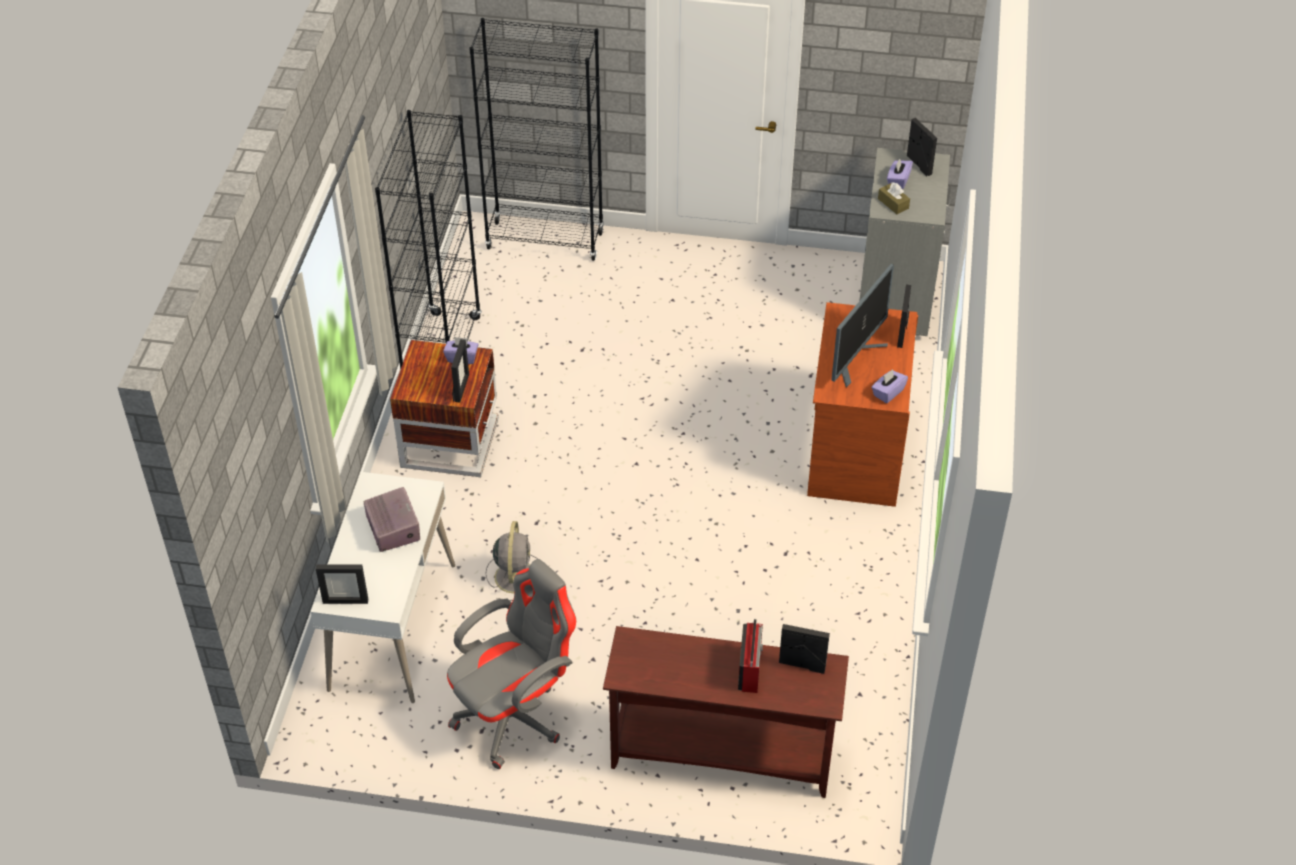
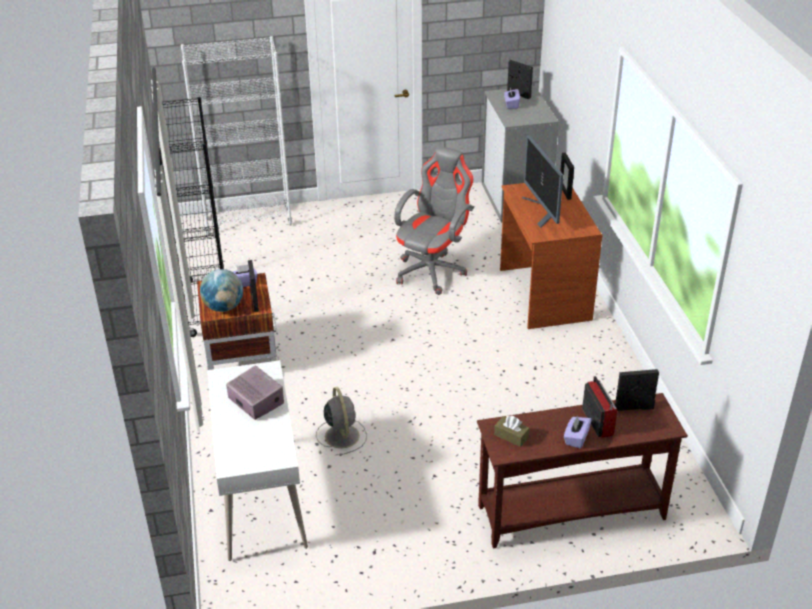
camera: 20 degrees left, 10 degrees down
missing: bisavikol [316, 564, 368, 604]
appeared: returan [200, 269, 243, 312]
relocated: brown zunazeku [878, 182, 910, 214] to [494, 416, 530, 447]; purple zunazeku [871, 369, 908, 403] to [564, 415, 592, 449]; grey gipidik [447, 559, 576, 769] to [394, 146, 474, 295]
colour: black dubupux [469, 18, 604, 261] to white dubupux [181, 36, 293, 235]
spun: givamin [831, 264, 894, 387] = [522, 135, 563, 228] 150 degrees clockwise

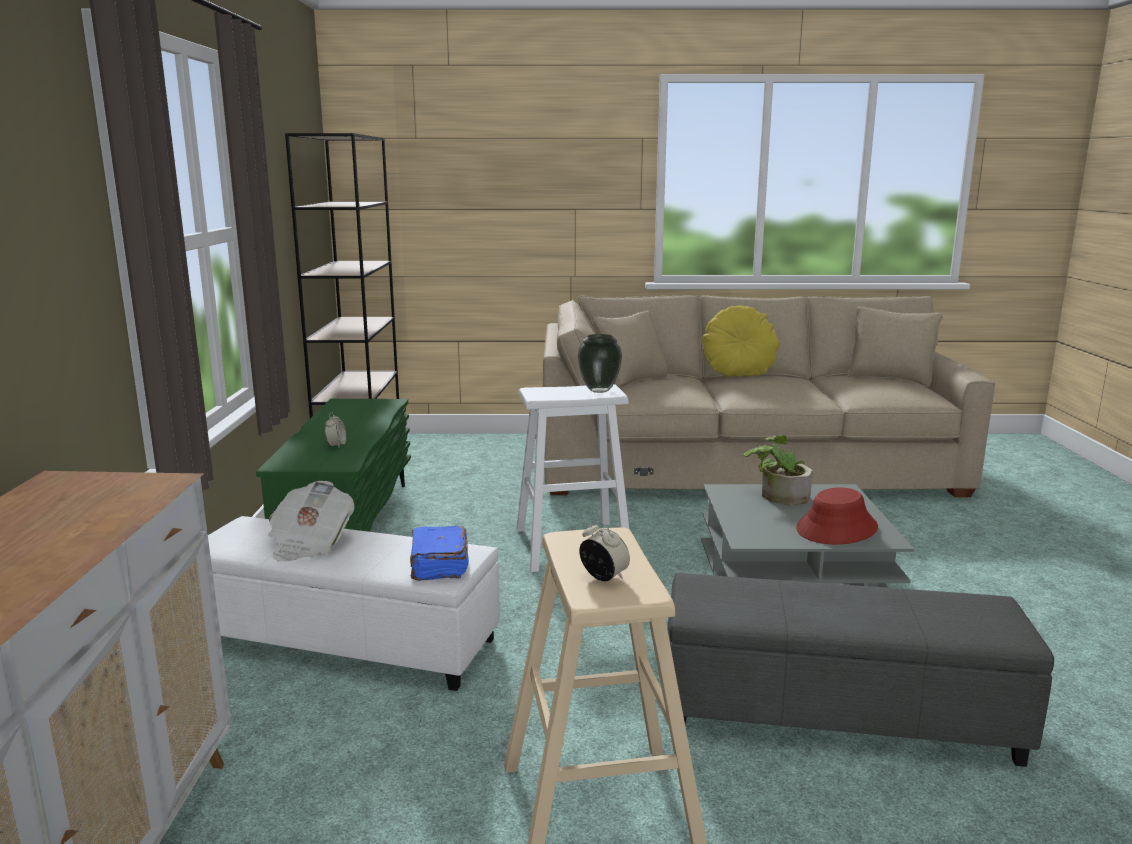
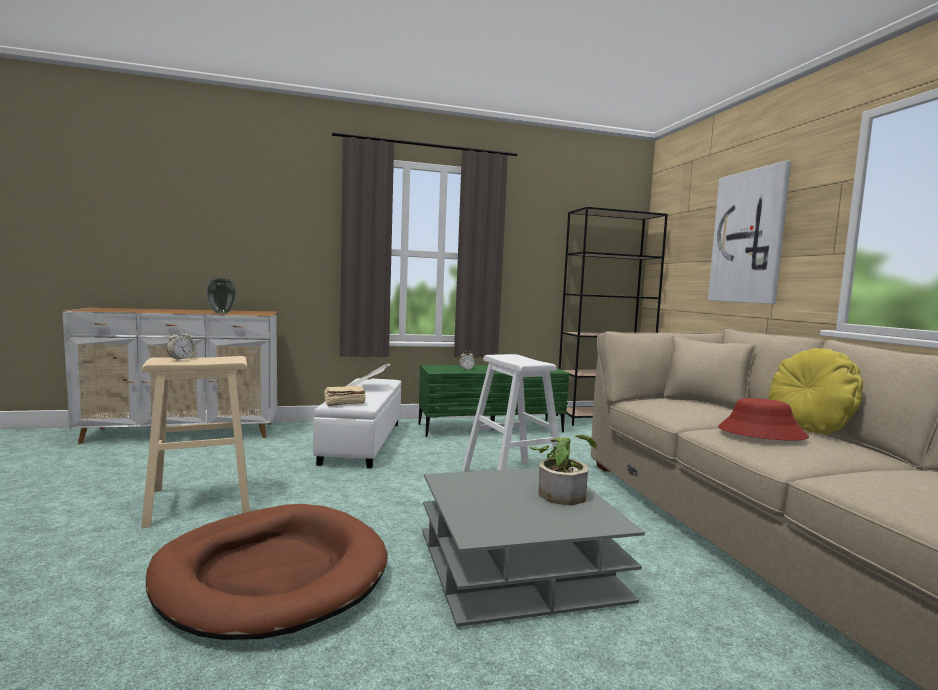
camera: 75 degrees right, 10 degrees down
appeared: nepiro [708, 160, 791, 304]
relocated: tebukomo [578, 334, 622, 393] to [206, 278, 237, 314]; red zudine [796, 487, 878, 544] to [718, 398, 809, 441]
exchanged: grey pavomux [667, 573, 1054, 767] to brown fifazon [146, 504, 388, 640]
colour: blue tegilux [410, 526, 469, 581] to beige tegilux [324, 386, 366, 406]

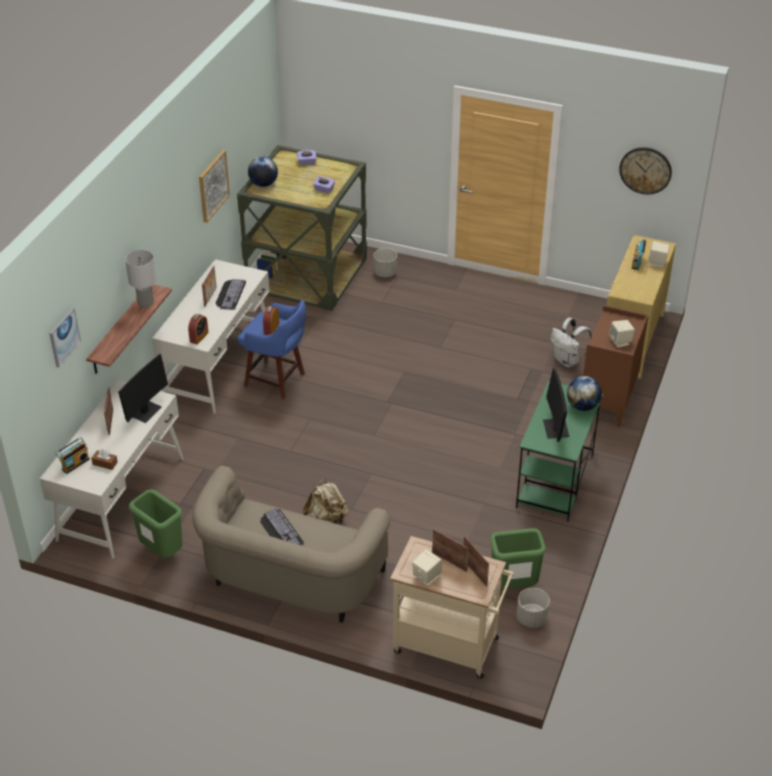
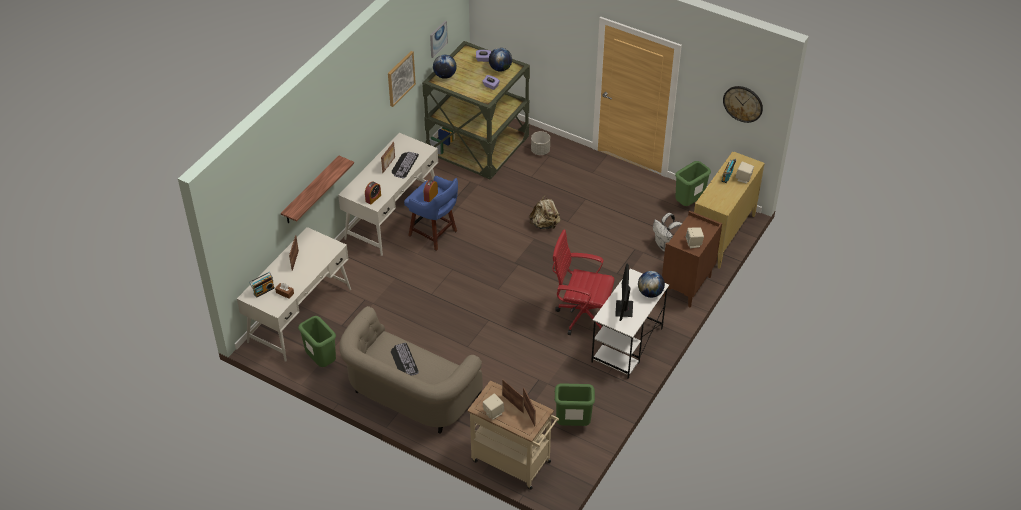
camera: 10 degrees right, 5 degrees up
missing: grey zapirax [125, 250, 157, 308]; givamin [118, 354, 168, 423]; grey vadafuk [517, 588, 550, 628]
appeared: returan [489, 48, 512, 71]; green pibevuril [675, 161, 711, 206]; red gipidik [552, 229, 615, 335]
relocated: nepiro [49, 308, 81, 367] to [430, 21, 448, 58]; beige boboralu [303, 478, 349, 524] to [529, 195, 560, 229]
colour: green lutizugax [516, 381, 603, 522] to white lutizugax [591, 268, 669, 379]

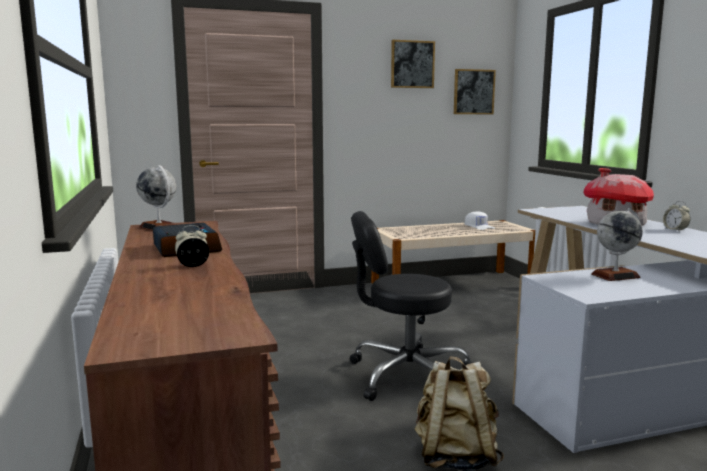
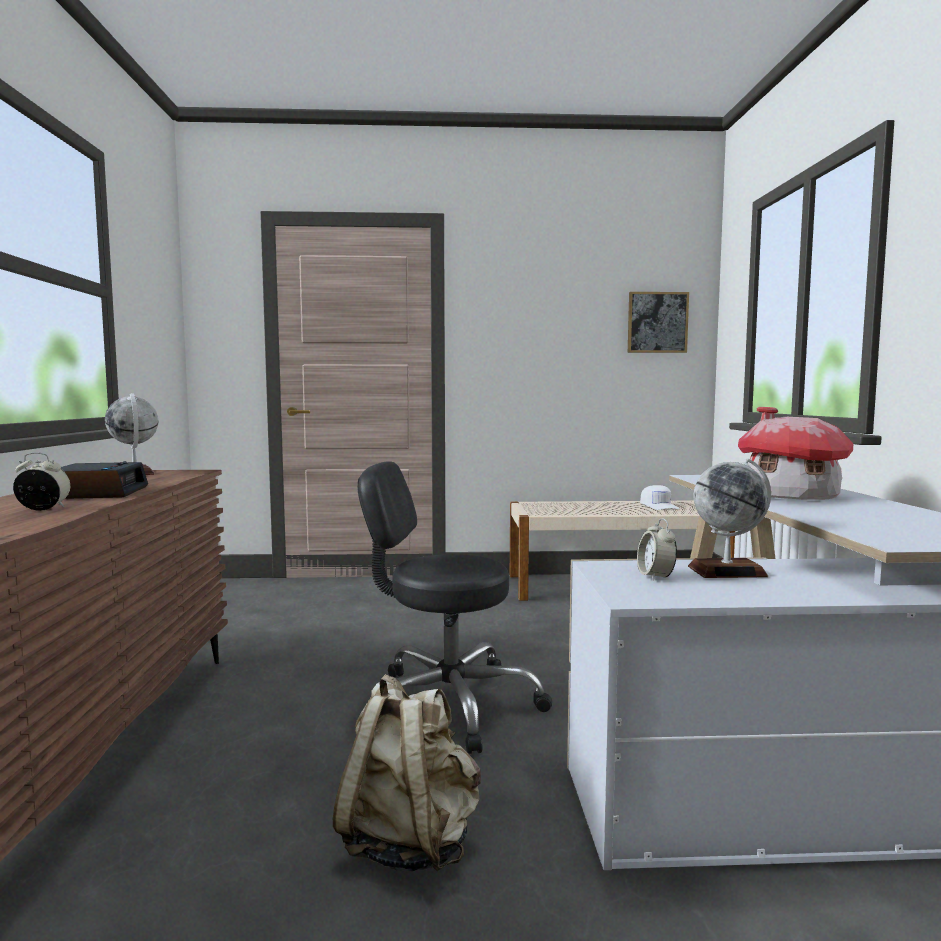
camera: 15 degrees right, 5 degrees down
missing: nepiro [391, 40, 435, 88]
relocated: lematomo [663, 201, 691, 231] to [637, 519, 677, 581]

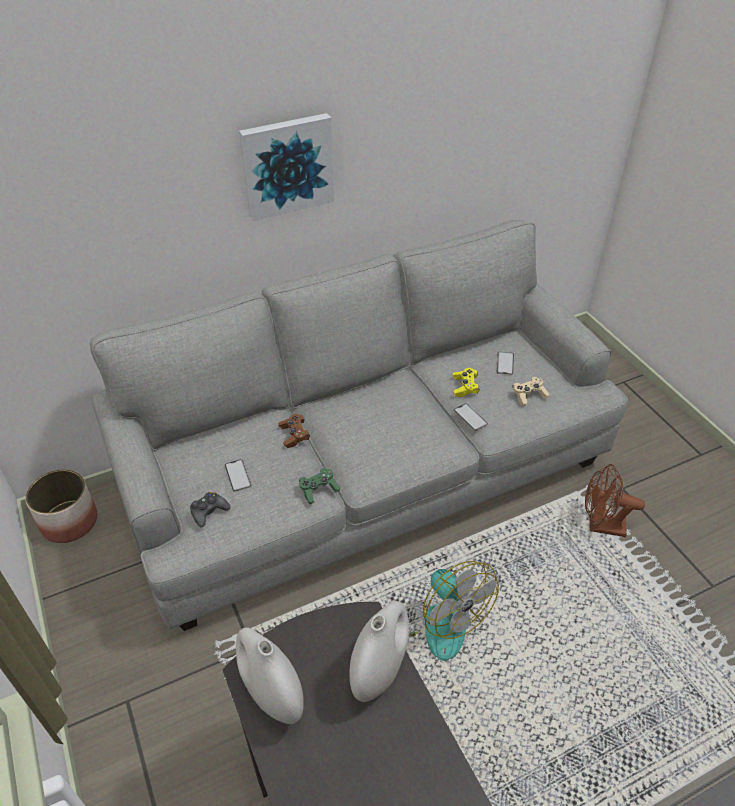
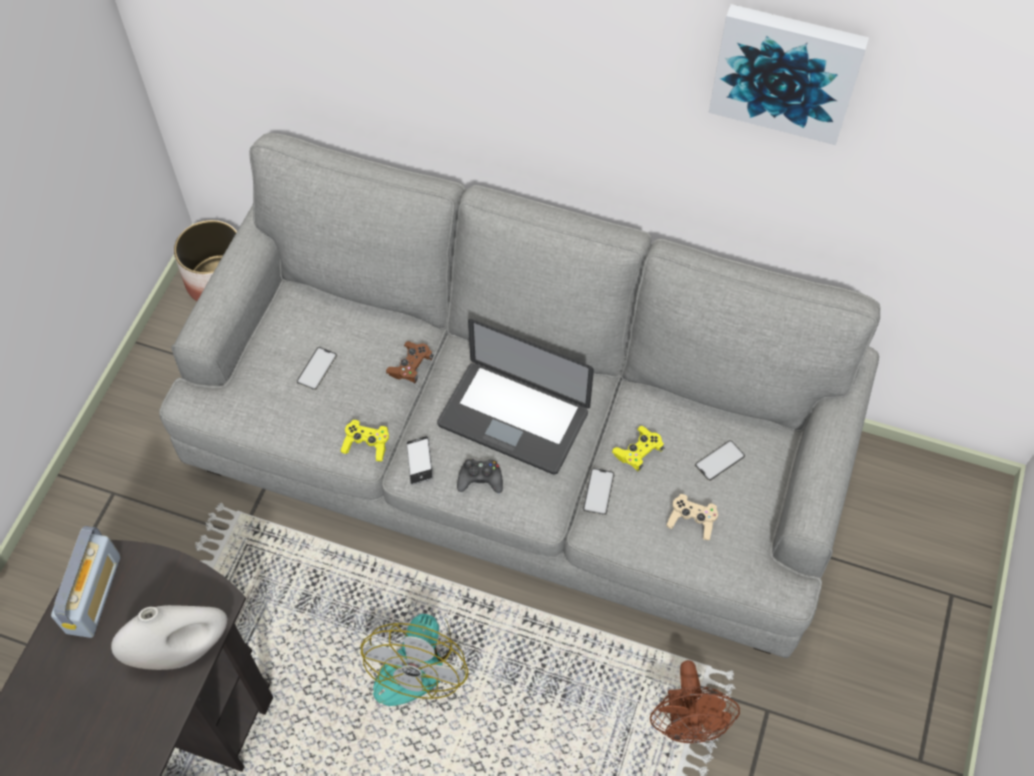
camera: 45 degrees right, 15 degrees up
appeared: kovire [437, 319, 594, 474]; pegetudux [406, 436, 433, 485]
relocated: nepiro [239, 113, 334, 221] to [709, 4, 869, 145]; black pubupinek [190, 492, 231, 528] to [457, 459, 503, 493]
exchanged: white tebukomo [236, 627, 304, 724] to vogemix [51, 526, 121, 638]
colour: green pubupinek [299, 468, 340, 504] to yellow pubupinek [340, 420, 389, 462]
spun: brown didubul [585, 464, 645, 537] = [650, 660, 740, 743] 150 degrees counterclockwise

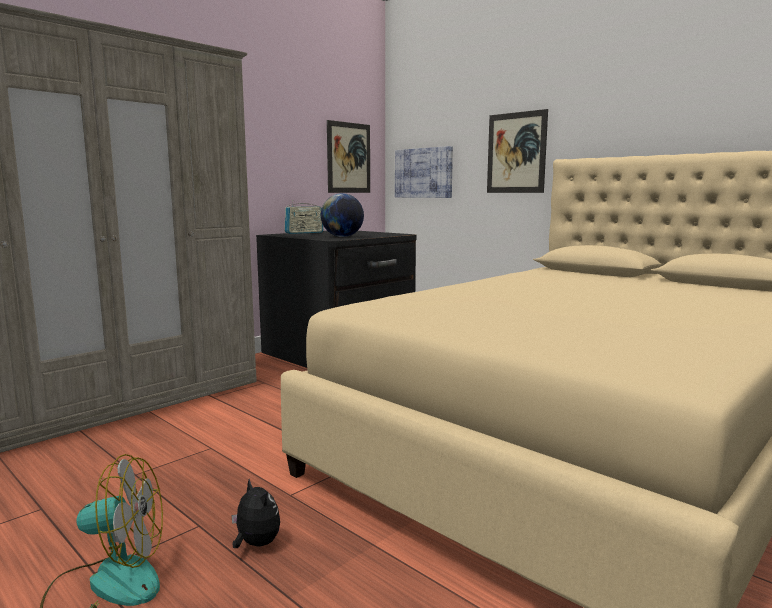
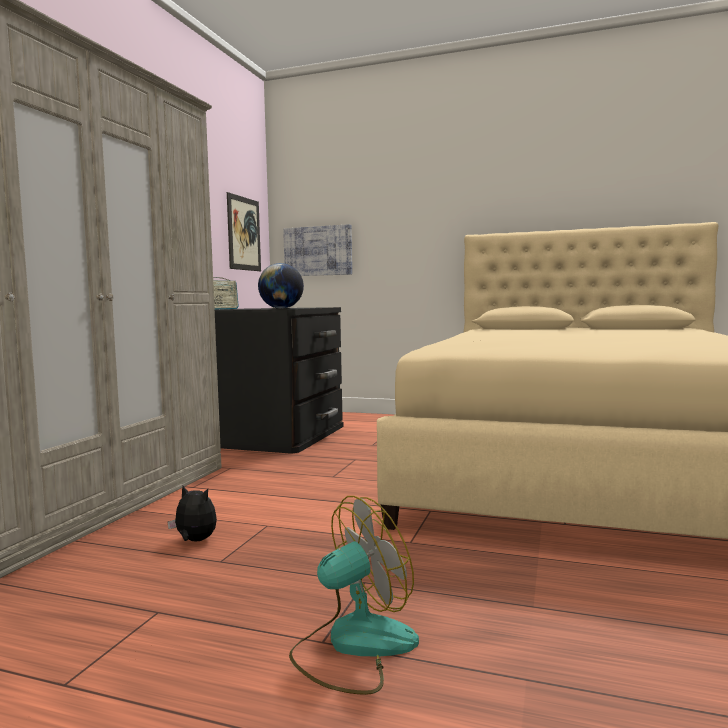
camera: 25 degrees left, 5 degrees down
missing: nepiro [487, 109, 548, 193]
relocated: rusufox [231, 479, 280, 548] to [167, 486, 217, 541]

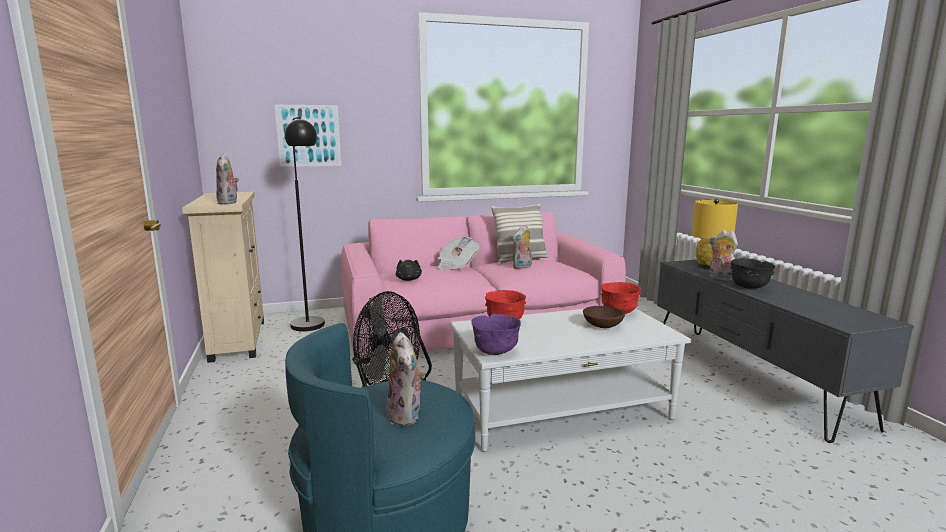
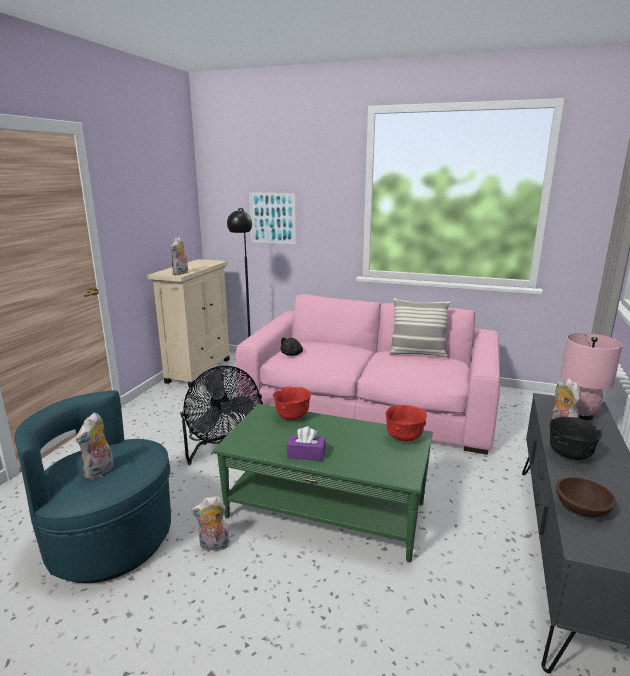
camera: 35 degrees right, 5 degrees up
missing: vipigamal [438, 237, 480, 270]; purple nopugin [471, 314, 521, 355]
appeared: purple zunazeku [287, 426, 326, 461]
relocated: rusufox [513, 225, 532, 269] to [191, 496, 231, 551]; brown nopugin [583, 306, 625, 328] to [556, 477, 616, 517]
colour: yellow zapirax [692, 199, 738, 270] to pink zapirax [560, 333, 623, 420]; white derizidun [451, 308, 691, 452] to green derizidun [212, 404, 433, 562]

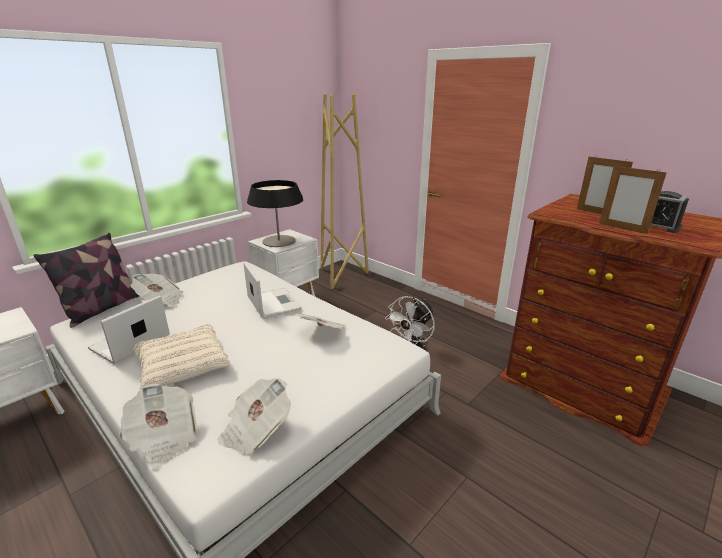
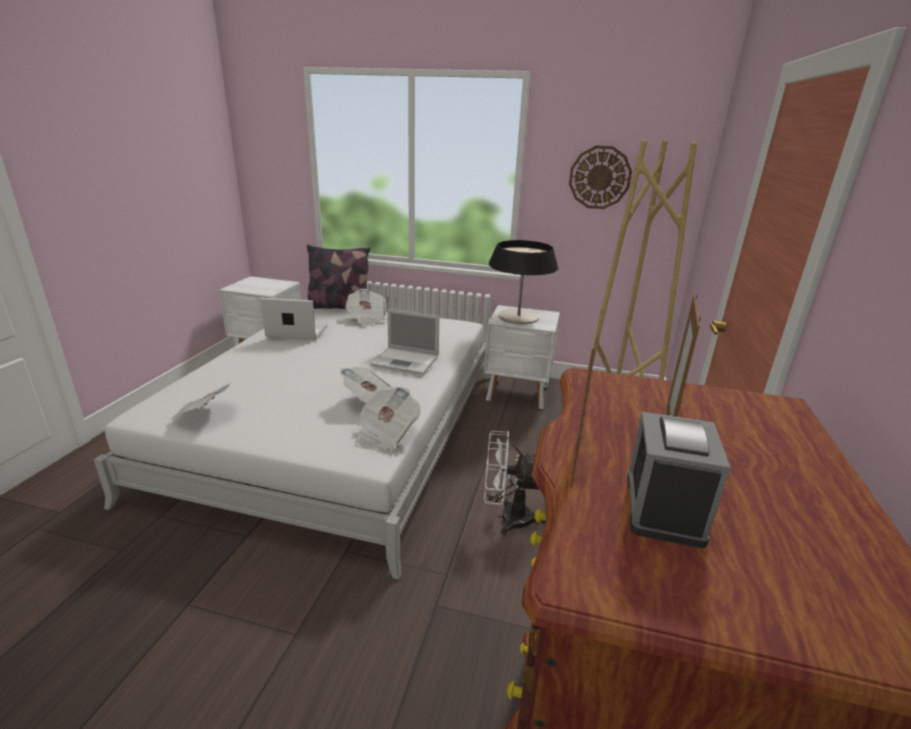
camera: 60 degrees right, 0 degrees up
missing: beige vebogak [133, 324, 230, 390]
appeared: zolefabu [569, 145, 632, 209]
relocated: vipigamal [119, 383, 197, 468] to [355, 387, 420, 450]
spun: kovire [243, 262, 302, 319] = [370, 309, 440, 375] 75 degrees clockwise

